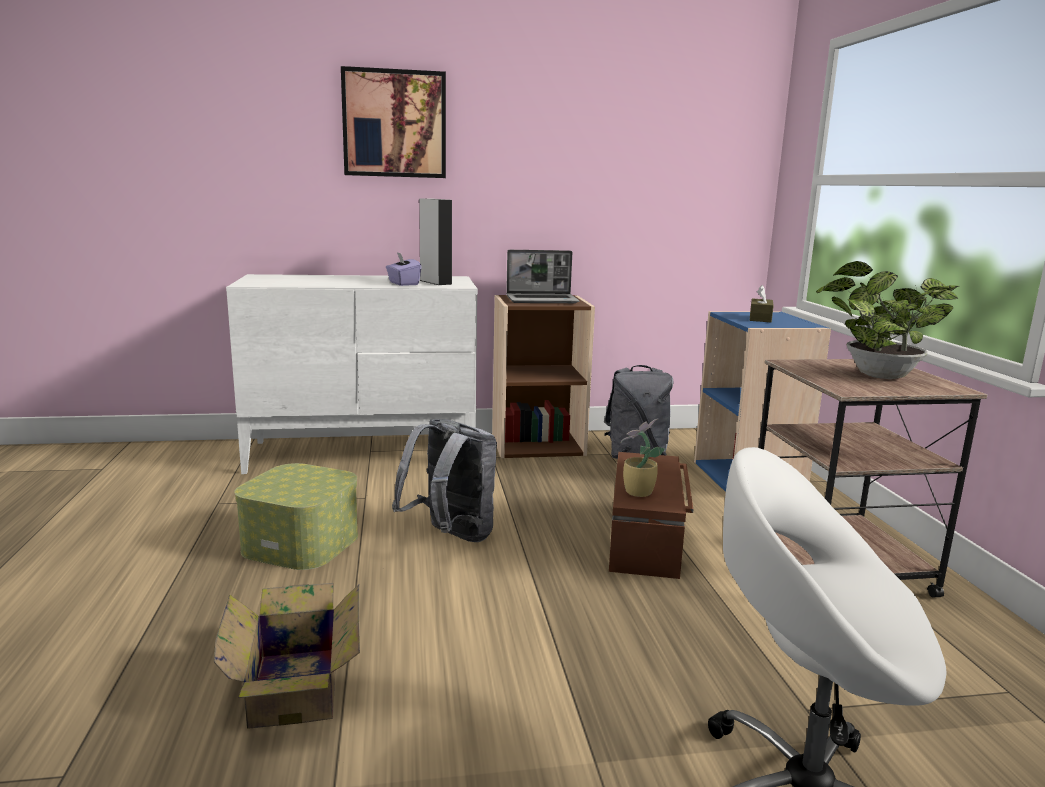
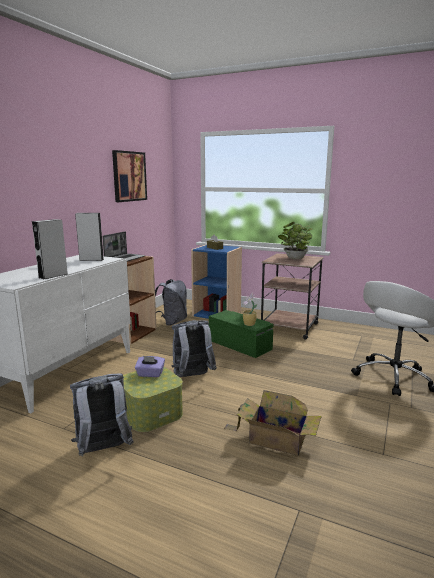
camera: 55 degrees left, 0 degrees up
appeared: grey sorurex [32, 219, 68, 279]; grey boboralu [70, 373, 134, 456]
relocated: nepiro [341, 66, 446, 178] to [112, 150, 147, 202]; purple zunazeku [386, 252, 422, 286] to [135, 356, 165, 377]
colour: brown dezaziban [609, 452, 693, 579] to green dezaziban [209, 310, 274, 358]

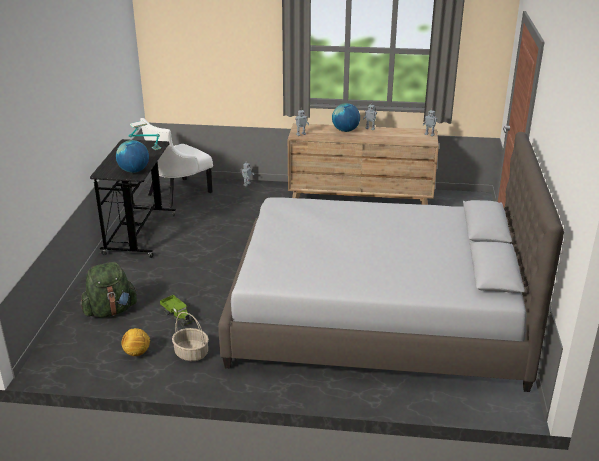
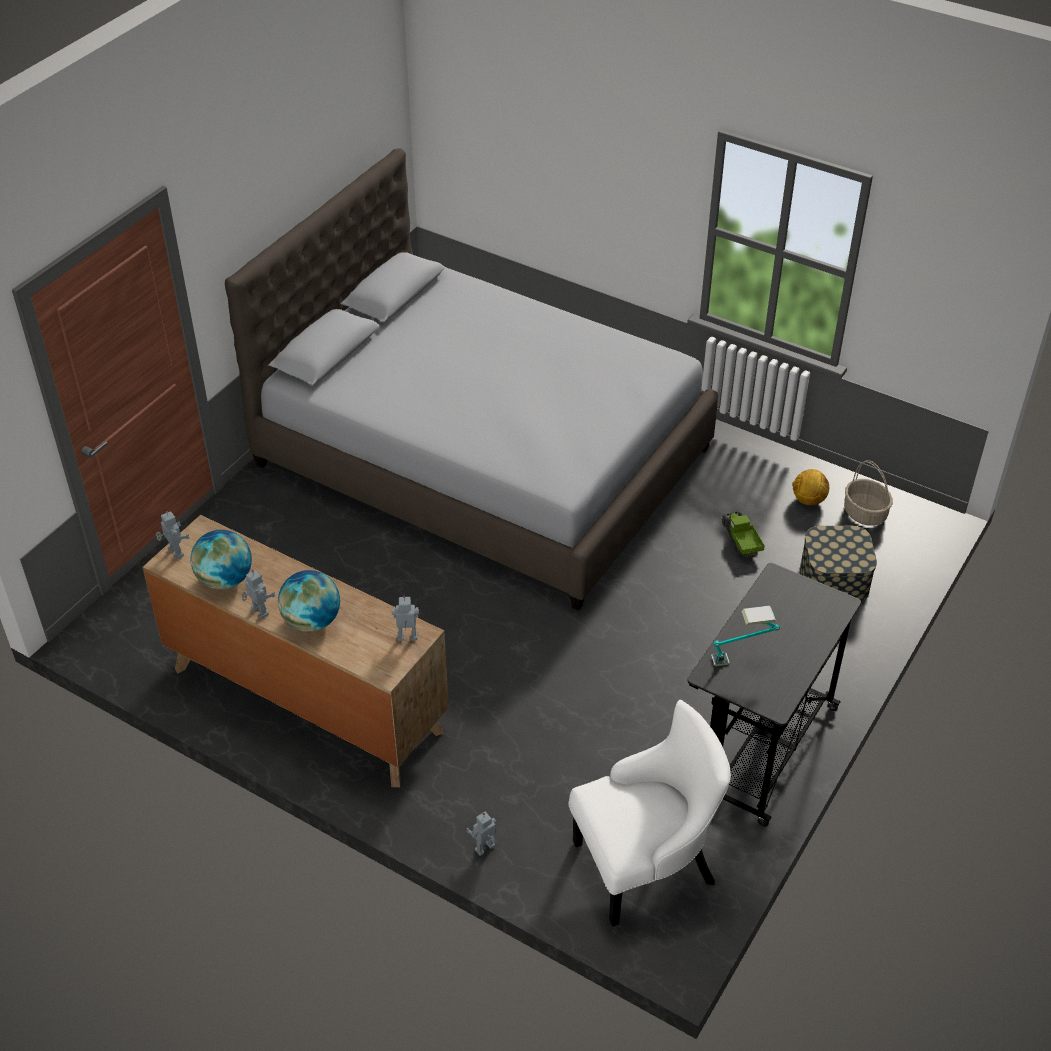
camera: 155 degrees left, 15 degrees up
relocated: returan [116, 140, 149, 173] to [191, 530, 252, 590]; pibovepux [172, 312, 209, 361] to [844, 460, 893, 526]
exchanged: green boboralu [81, 262, 137, 318] to dezaziban [800, 526, 877, 602]

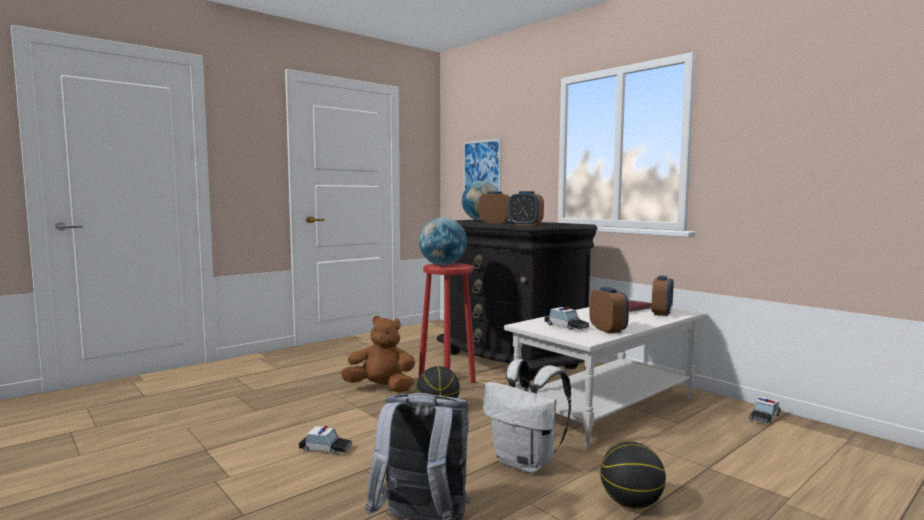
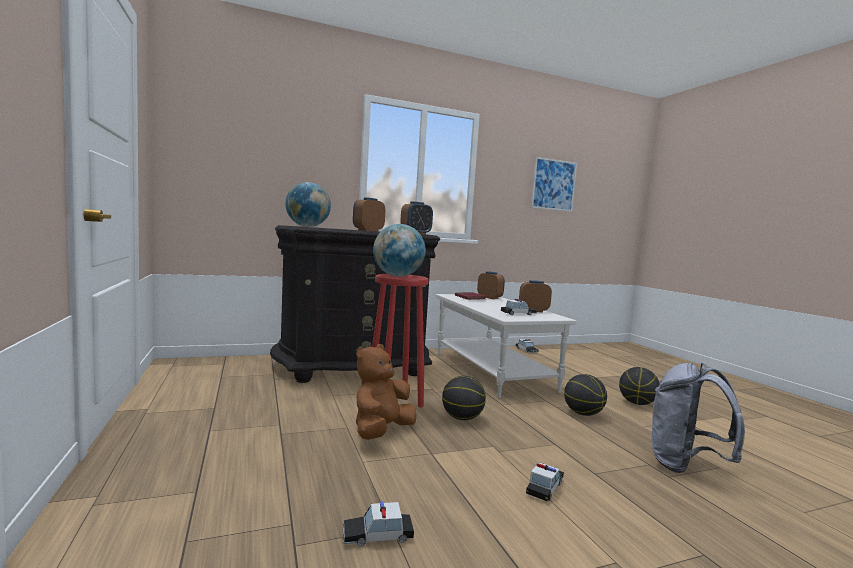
camera: 70 degrees left, 0 degrees up
appeared: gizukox [343, 501, 414, 546]
relocated: nepiro [463, 139, 501, 193] to [531, 157, 577, 212]
exchanged: white boboralu [483, 359, 571, 473] to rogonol [564, 374, 607, 416]

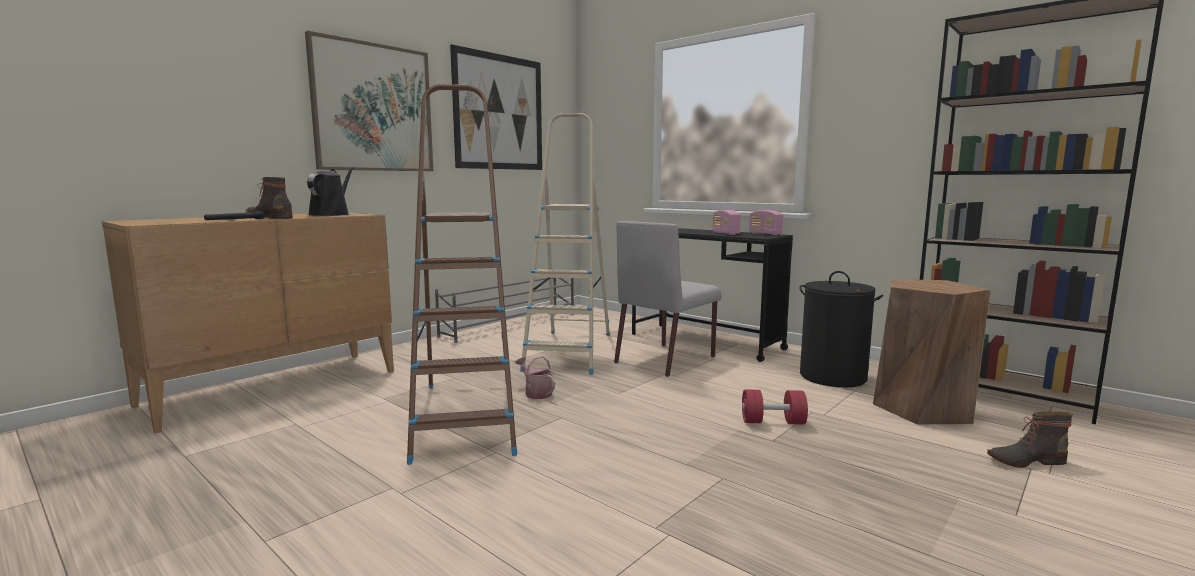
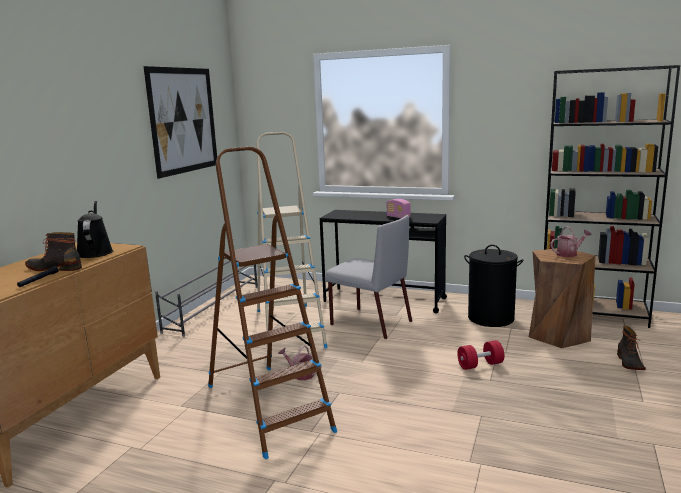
camera: 20 degrees left, 5 degrees up
missing: nepiro [305, 31, 433, 171]; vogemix [749, 210, 783, 235]
appeared: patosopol [551, 226, 592, 257]
spun: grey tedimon [614, 221, 721, 377] = [325, 215, 412, 339] 75 degrees counterclockwise; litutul [987, 412, 1073, 468] = [617, 326, 646, 370] 60 degrees counterclockwise

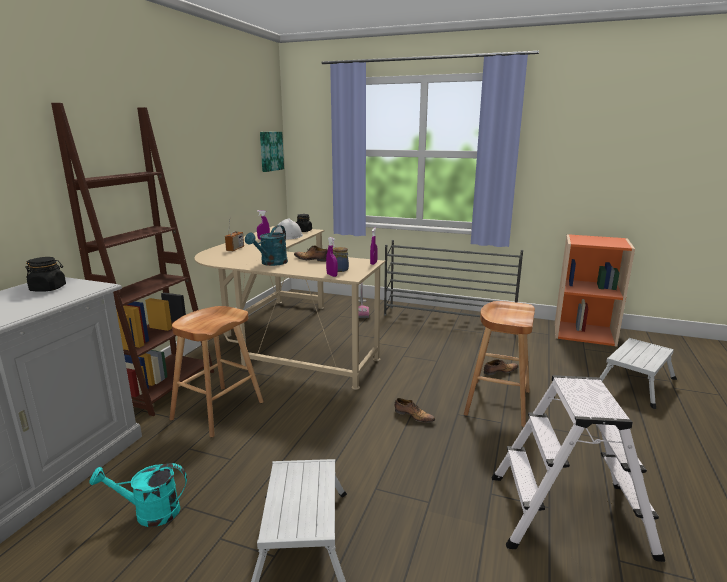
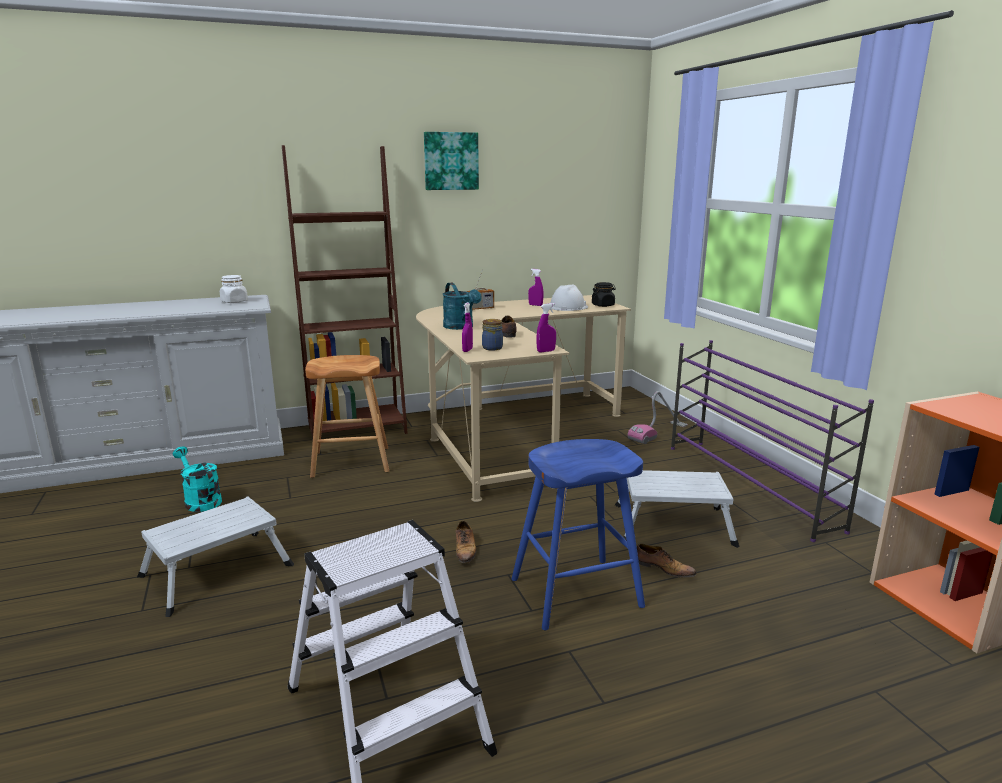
camera: 50 degrees right, 0 degrees up
relocated: nepiro [260, 132, 284, 172] to [424, 132, 479, 190]; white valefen [600, 338, 677, 409] to [615, 470, 740, 548]
colour: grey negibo [384, 240, 523, 317] to purple negibo [671, 340, 874, 542]; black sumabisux [25, 257, 66, 292] to white sumabisux [220, 275, 248, 303]; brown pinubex [464, 301, 535, 427] to blue pinubex [512, 439, 645, 630]
spun: turquoise patosopol [245, 225, 288, 266] = [443, 283, 482, 330] 105 degrees counterclockwise

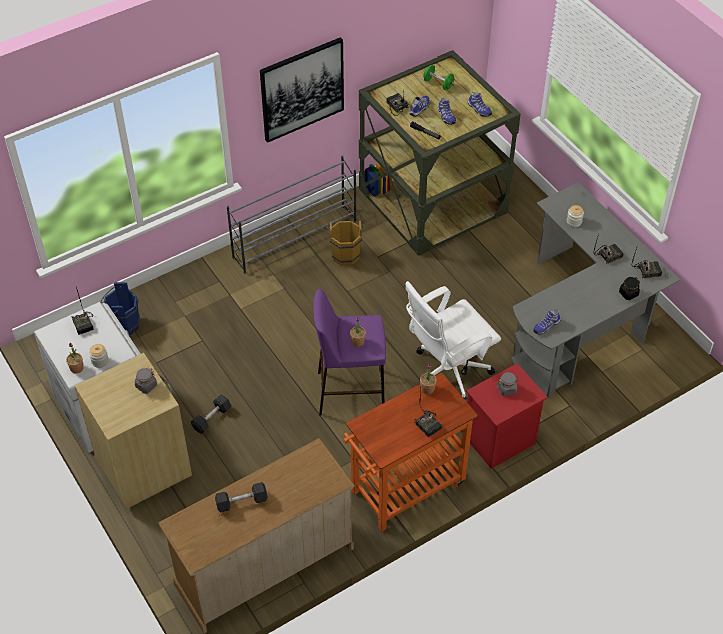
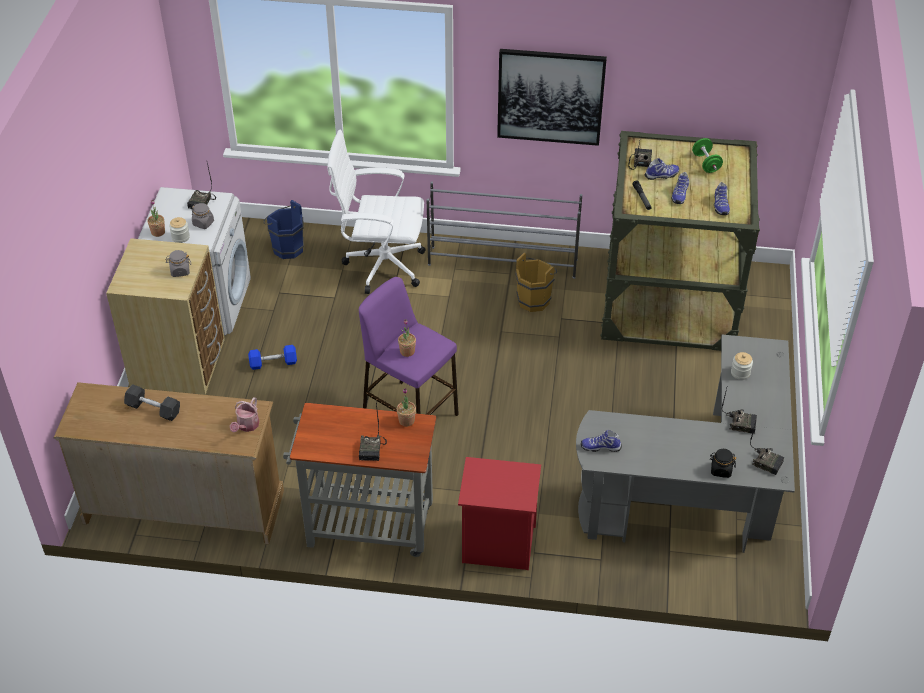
camera: 40 degrees right, 5 degrees down
appeared: patosopol [230, 397, 259, 432]
relocated: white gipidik [406, 281, 501, 401] to [327, 130, 426, 294]; grey sumabisux [497, 372, 519, 396] to [191, 203, 214, 229]
colour: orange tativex [344, 373, 478, 532] to grey tativex [283, 403, 436, 557]; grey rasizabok [191, 395, 231, 434] to blue rasizabok [248, 345, 297, 370]

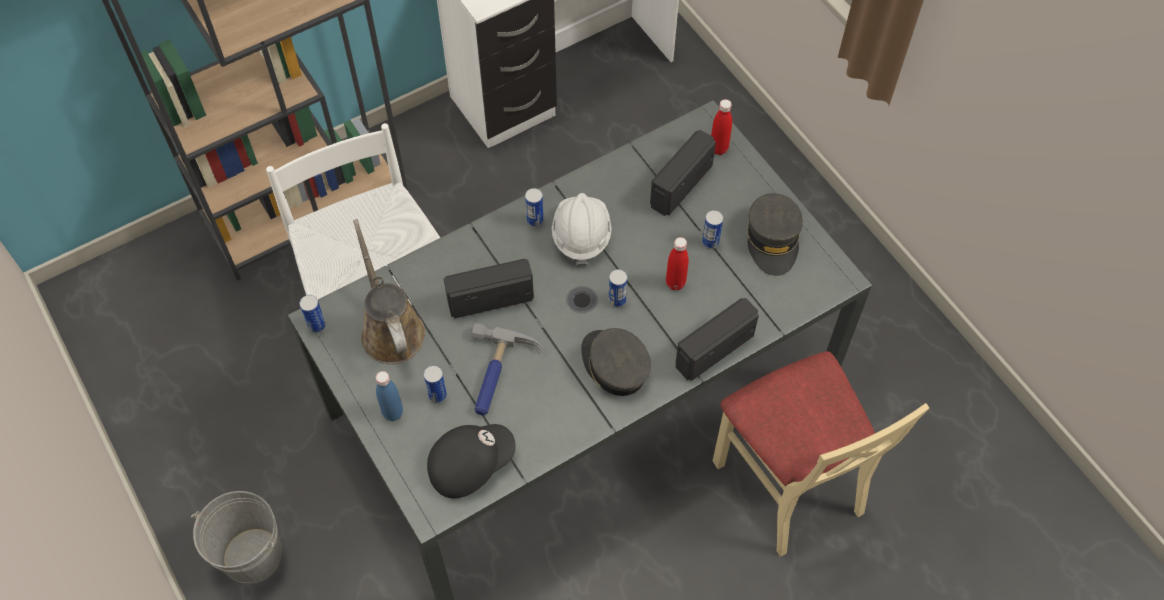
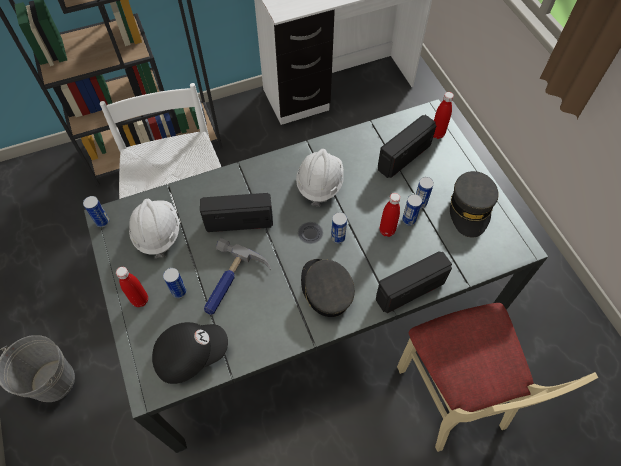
camera: 10 degrees right, 0 degrees up
relocated: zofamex [525, 188, 544, 227] to [402, 194, 422, 226]
exchanged: brown patosopol [353, 219, 425, 364] to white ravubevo [129, 199, 179, 258]
colour: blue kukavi [376, 371, 403, 421] to red kukavi [116, 267, 148, 307]

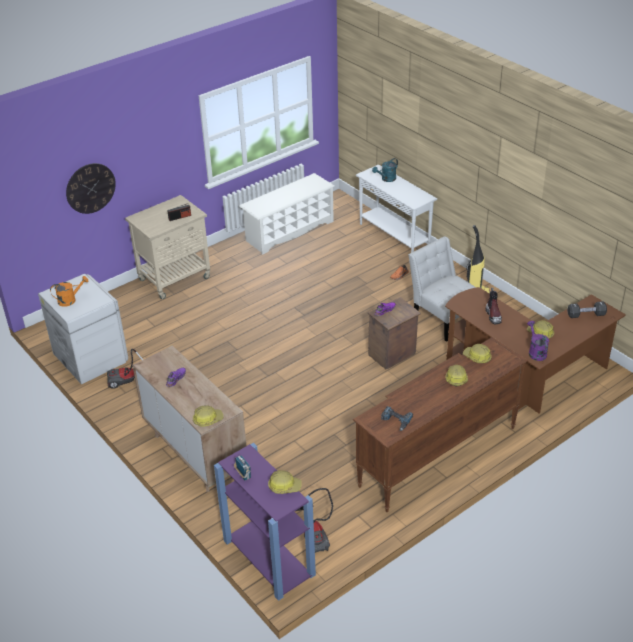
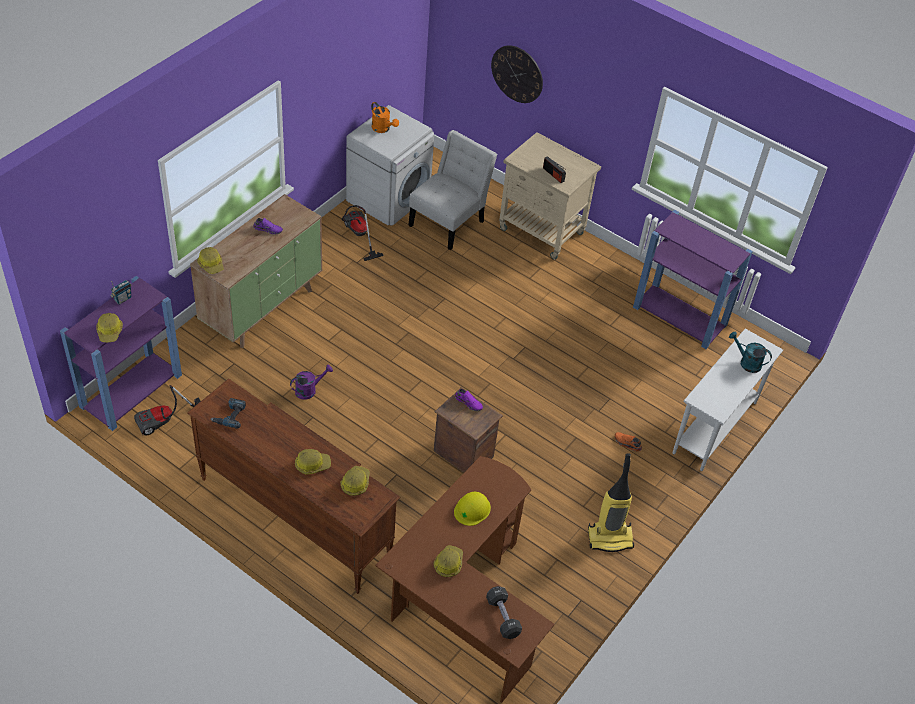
camera: 70 degrees right, 10 degrees up
relocated: white tedimon [409, 236, 476, 342] to [408, 130, 497, 250]; purple patosopol [527, 321, 549, 361] to [290, 365, 333, 400]
exchanged: white negibo [239, 173, 334, 255] to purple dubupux [633, 210, 753, 349]; litutul [485, 288, 502, 324] to yellow ravubevo [454, 492, 491, 526]

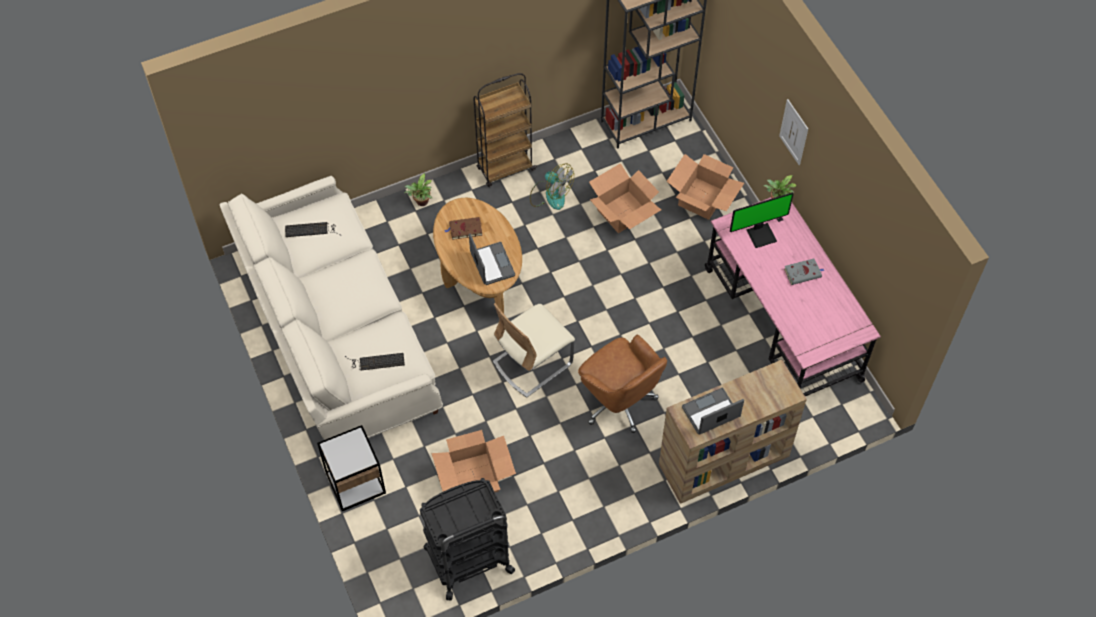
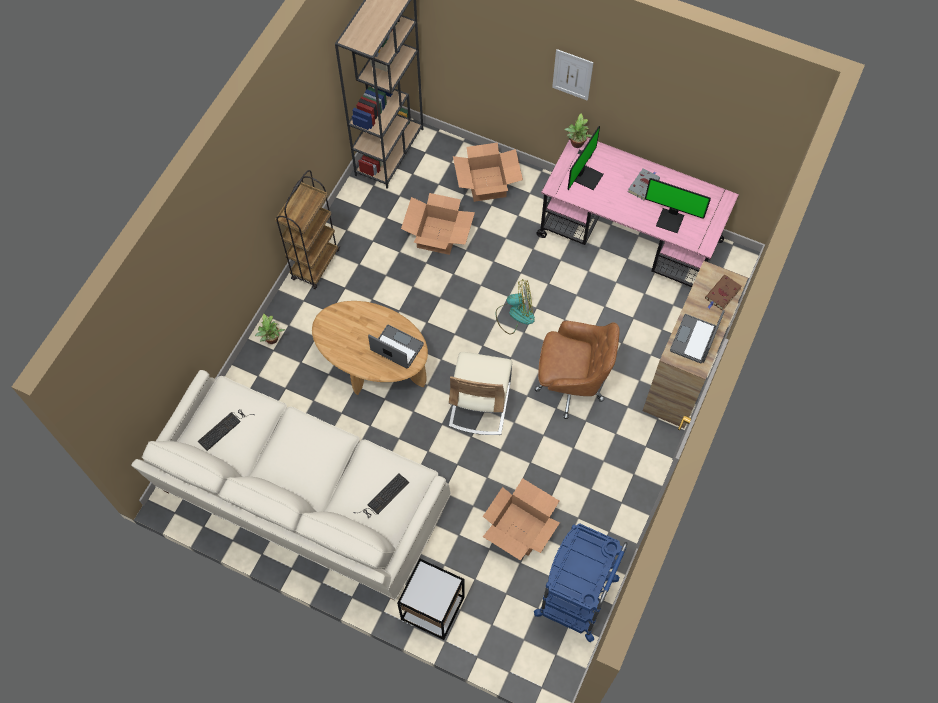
camera: 40 degrees left, 5 degrees up
appeared: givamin [645, 178, 711, 233]
relocated: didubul [530, 163, 574, 210] to [496, 279, 535, 334]; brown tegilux [444, 217, 482, 240] to [705, 275, 742, 311]
colour: black tativex [420, 478, 515, 600] to blue tativex [534, 523, 628, 642]

